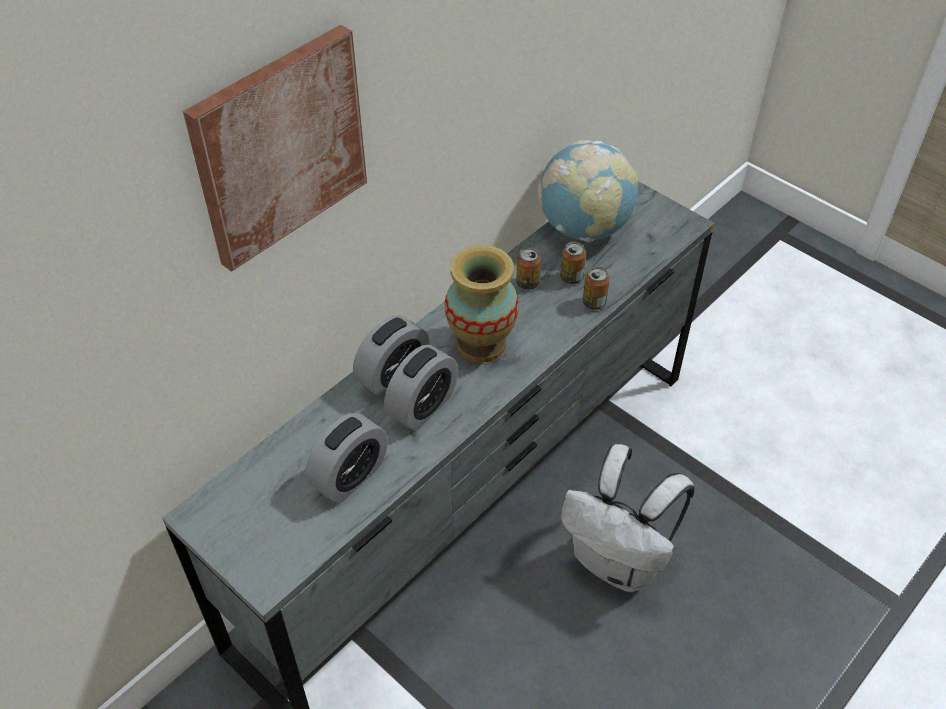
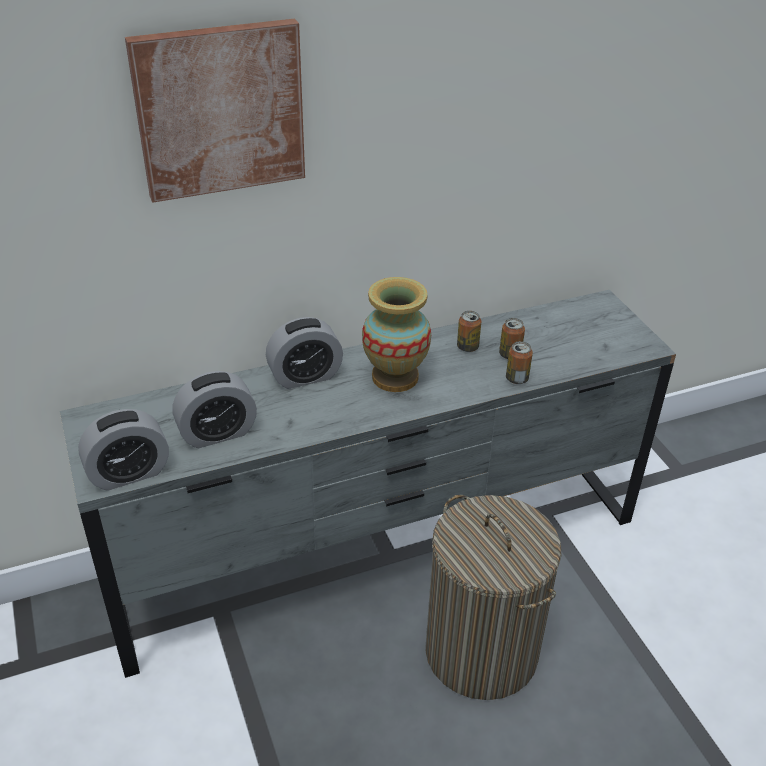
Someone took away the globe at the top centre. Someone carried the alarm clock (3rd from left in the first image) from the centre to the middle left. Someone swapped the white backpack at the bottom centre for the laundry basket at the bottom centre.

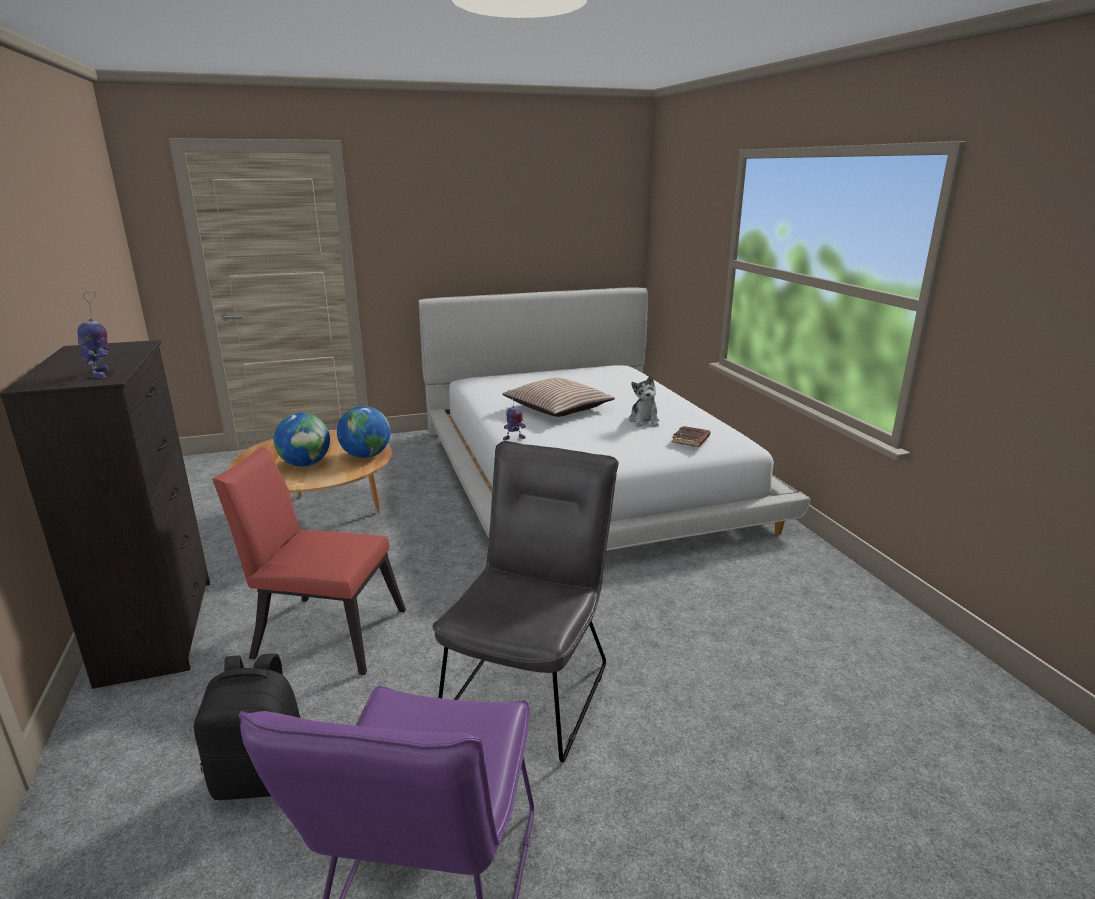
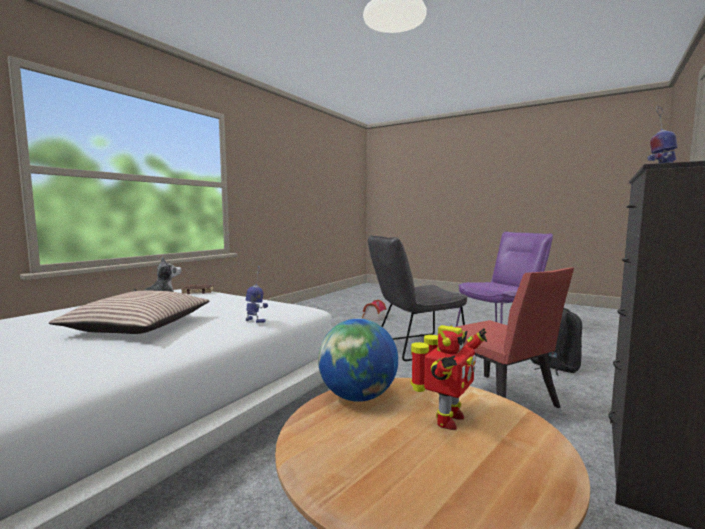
Someone swapped the globe (1st from left) at the middle left for the toy robot (2nd from left) at the bottom centre. Someone put down the toy house at the centre.

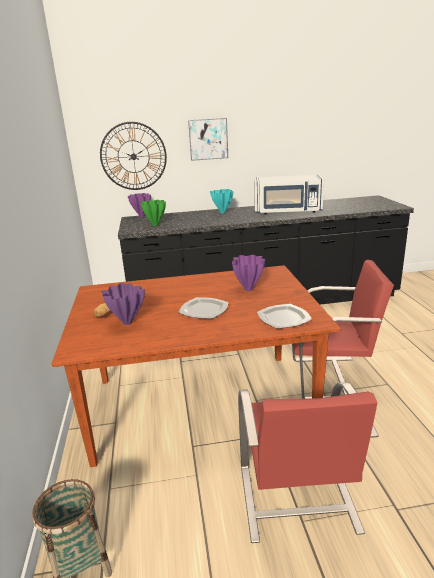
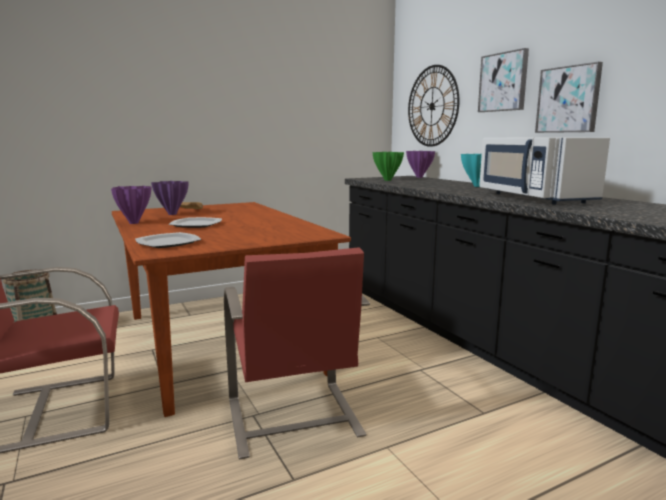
Someone carried the purple vase (3rd from left in the first image) from the centre to the middle left. Someone put up the picture (2nd from left) at the top right.

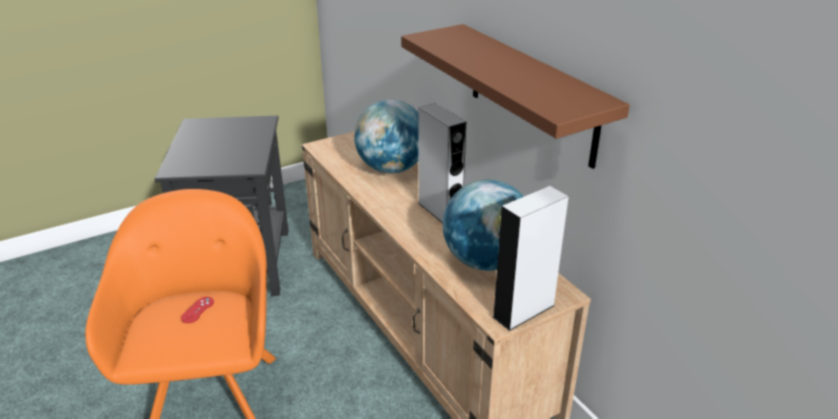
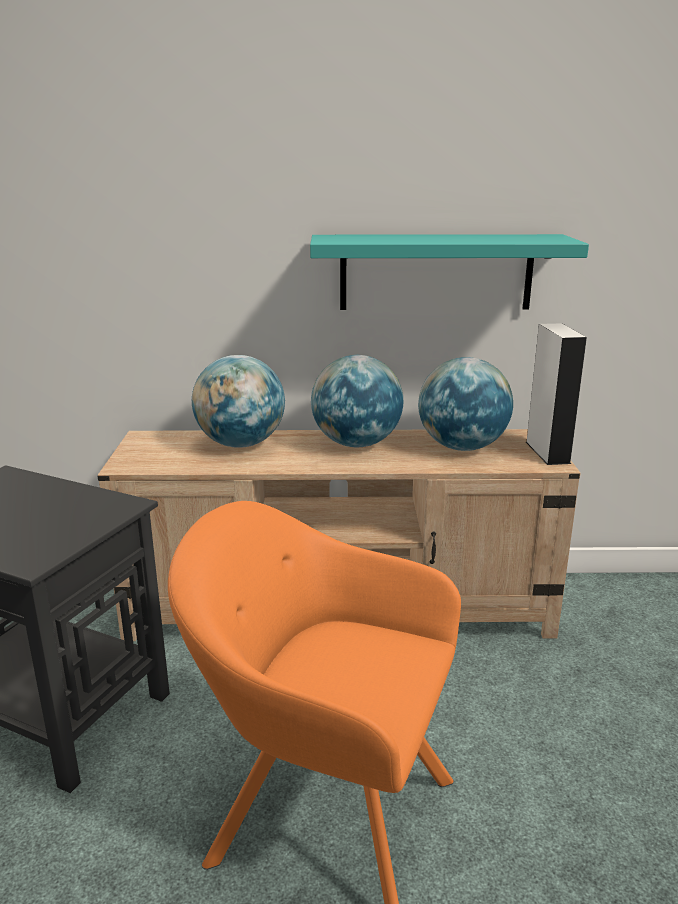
Someone repainted the brown shelf at the top centre, which became the turquoise shelf at the top centre. Someone swapped the grey speaker (1st from left) at the centre for the globe (2nd from left) at the centre. Someone took away the red game controller at the bottom left.

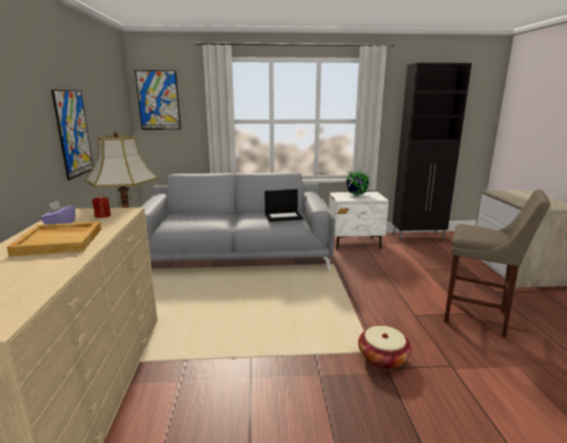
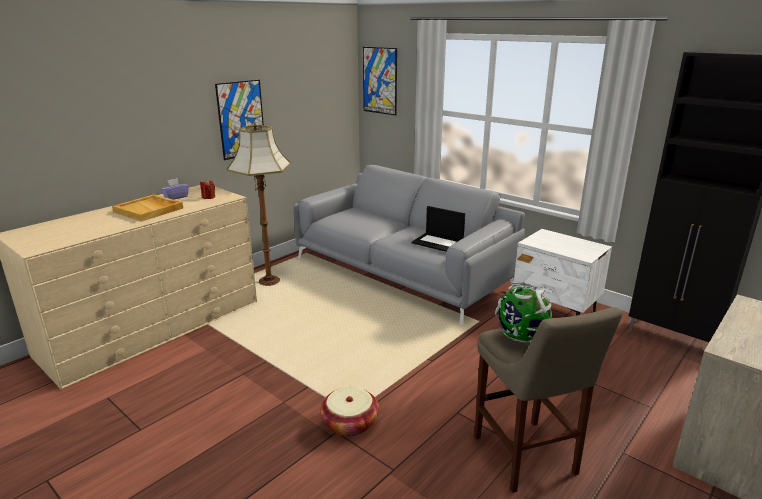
Someone carried the globe from the centre to the middle right.

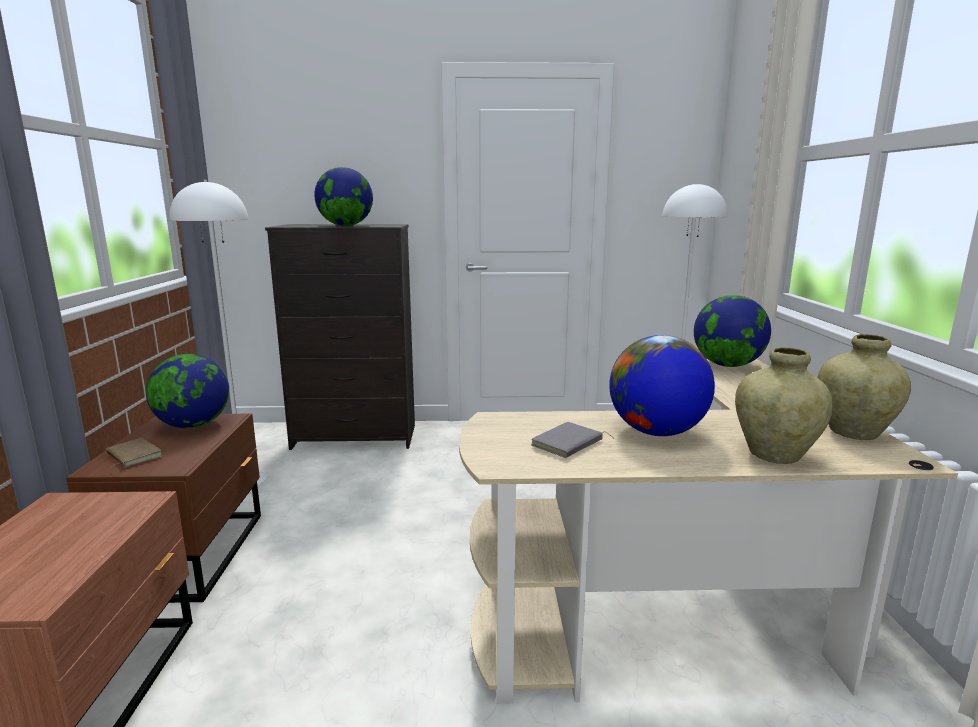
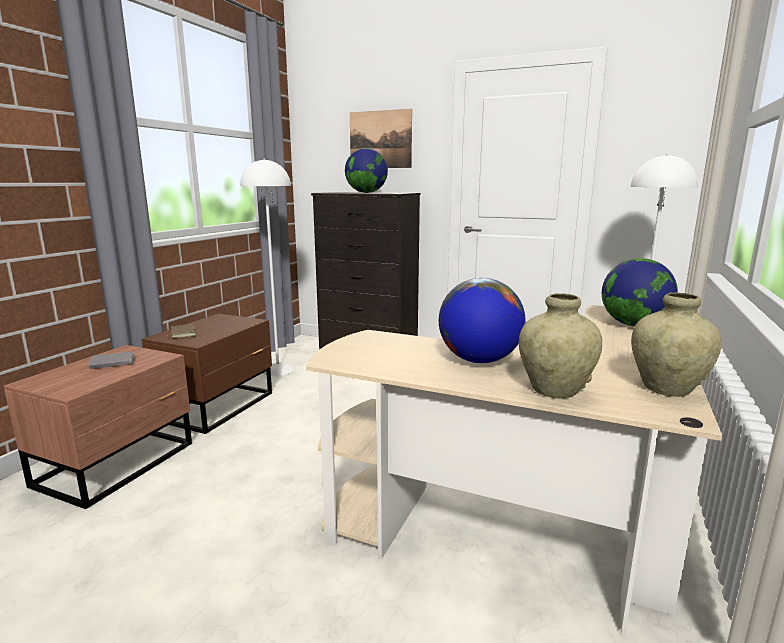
Someone took away the globe (1st from left) at the middle left. Someone carried the grey book from the centre to the middle left. Someone put up the picture at the top centre.

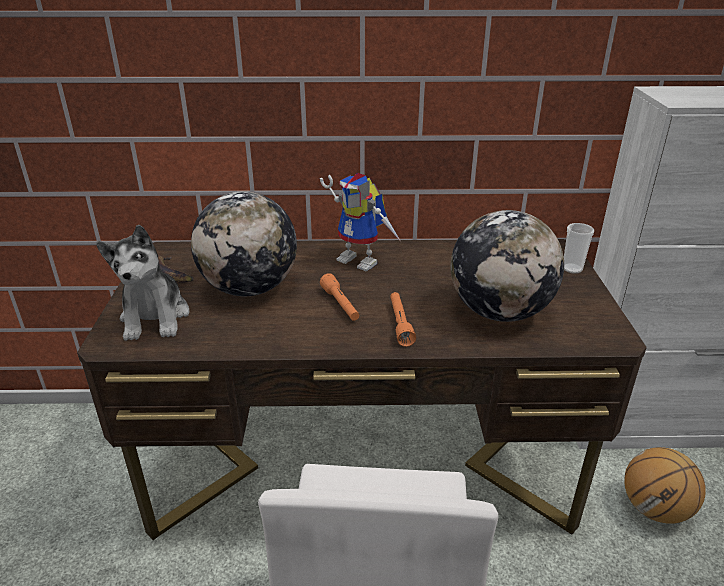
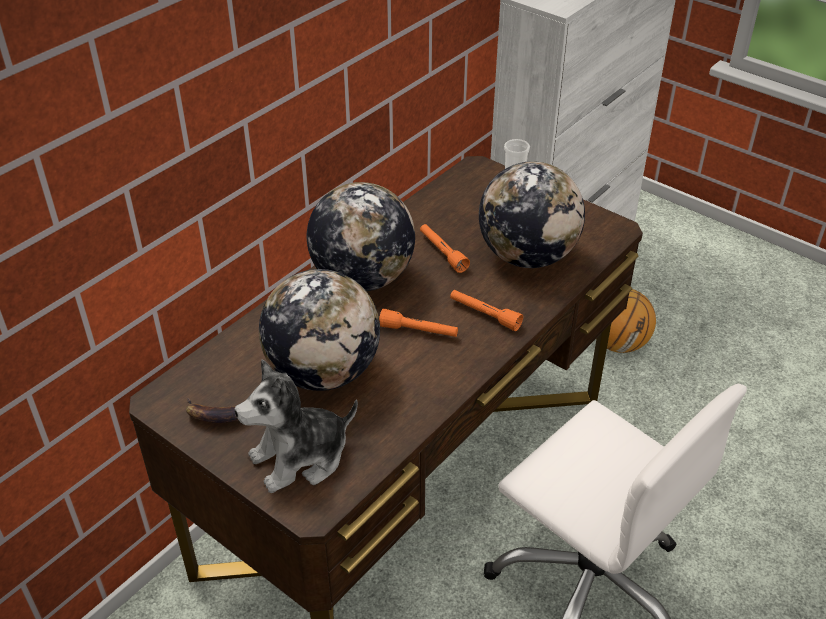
Someone swapped the toy robot at the centre for the globe (2nd from left) at the centre. Someone rotated the plush toy at the middle left by 120 degrees clockwise. Someone put down the orange flashlight (2nd from left) at the centre.

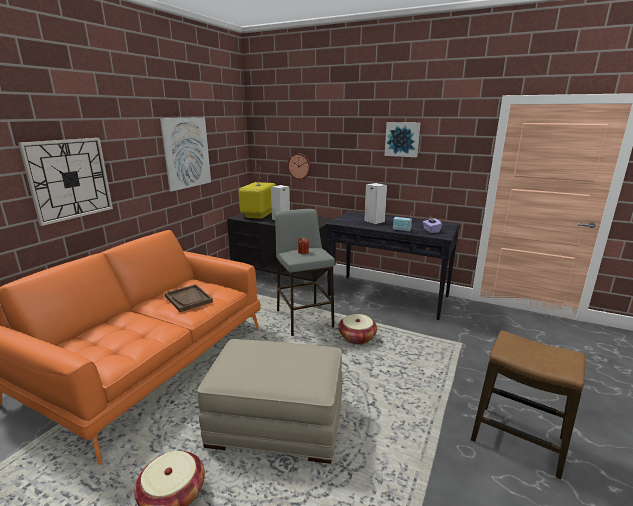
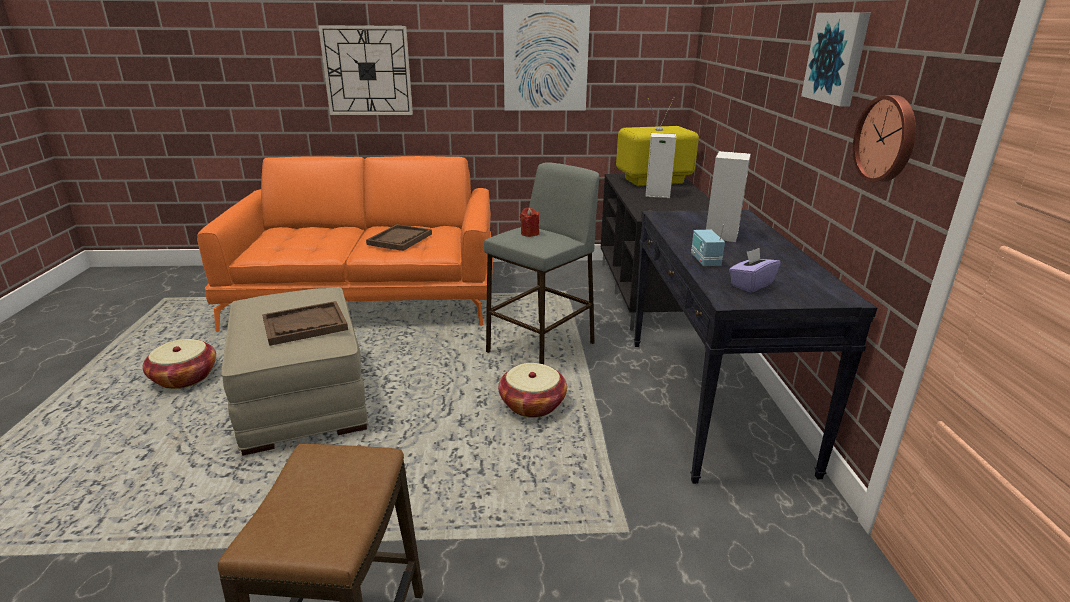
Someone carried the wall clock (2nd from left) from the top centre to the top right. Someone put down the brown tray (1st from left) at the middle left.

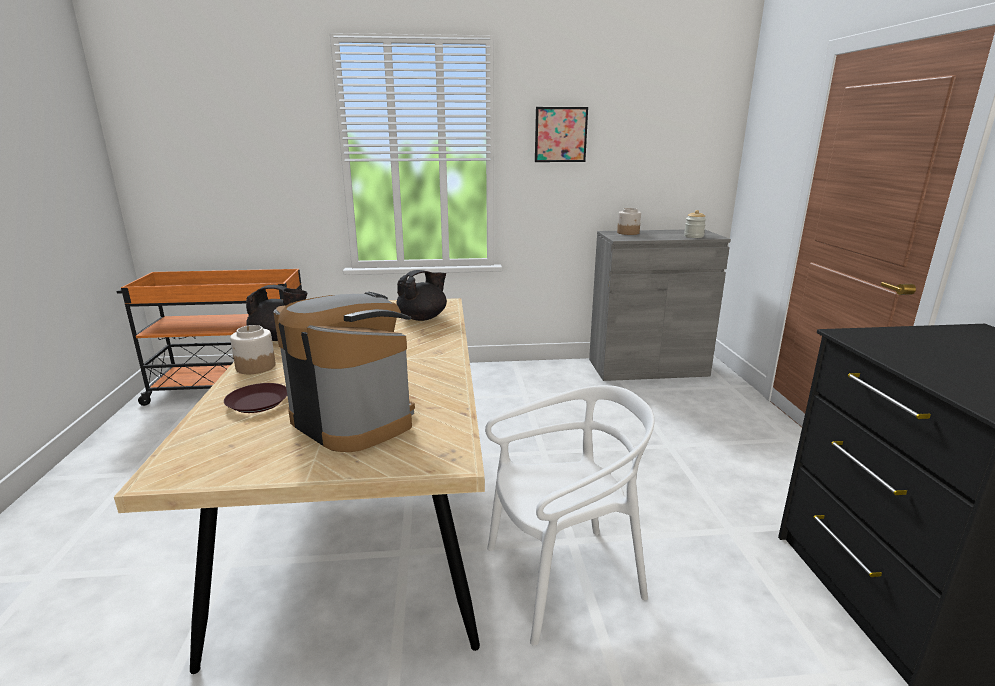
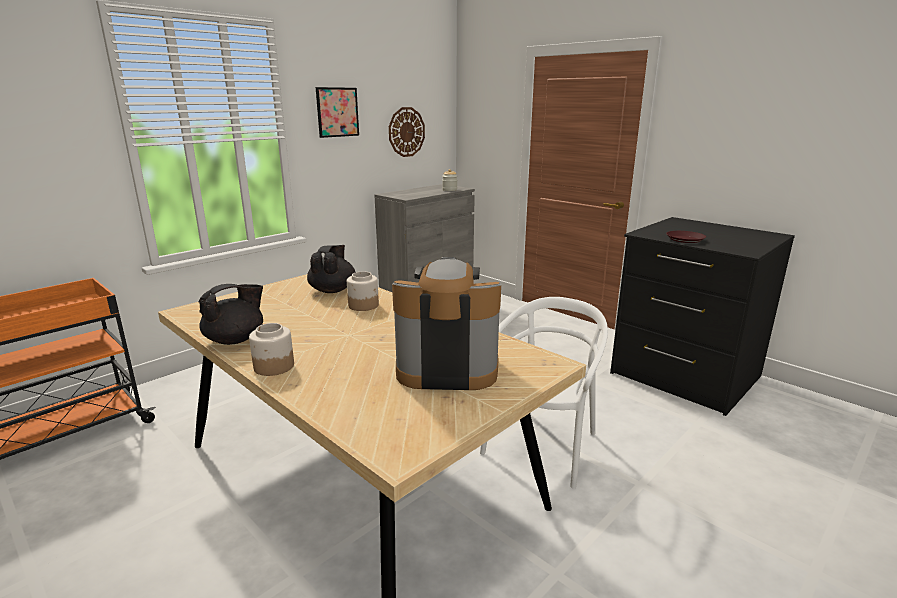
Someone carried the jar (2nd from left) from the top centre to the centre. Someone carried the brown plate from the middle left to the middle right. Someone put up the wall clock at the top centre.

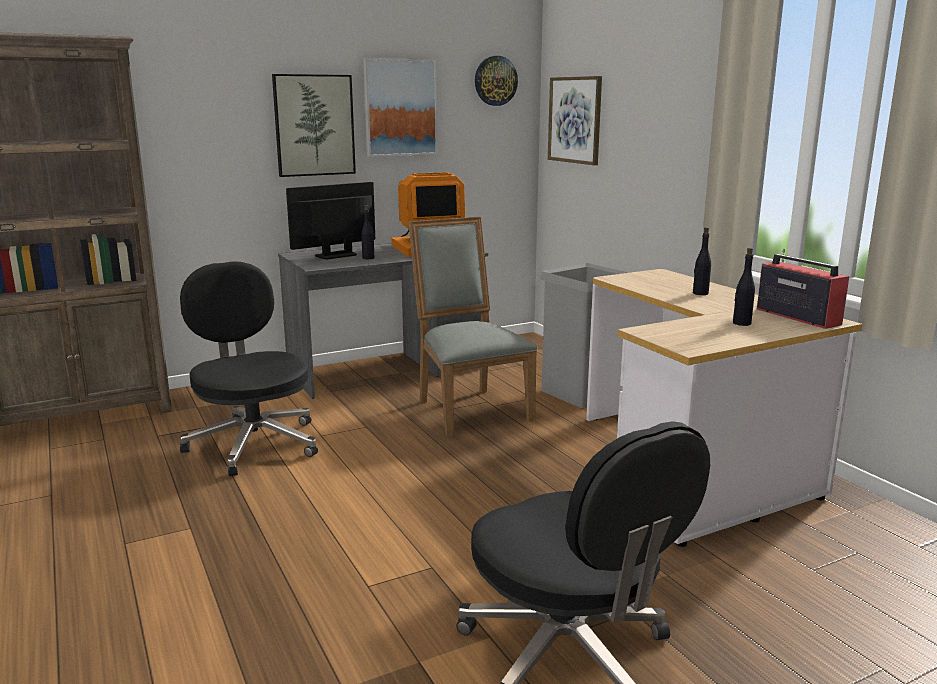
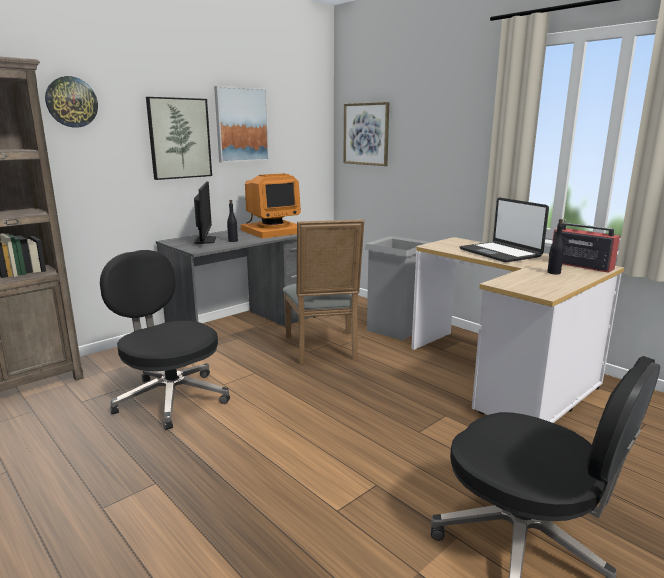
Someone carried the wall clock from the top centre to the top left. Someone rotated the monitor (1st from left) at the top centre by 135 degrees clockwise. Someone rotated the grey chair at the centre by 150 degrees counterclockwise. Someone swapped the black bottle (2nd from left) at the middle right for the laptop at the middle right.

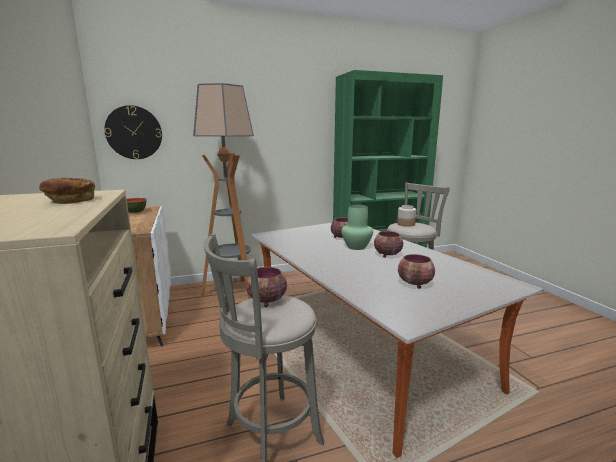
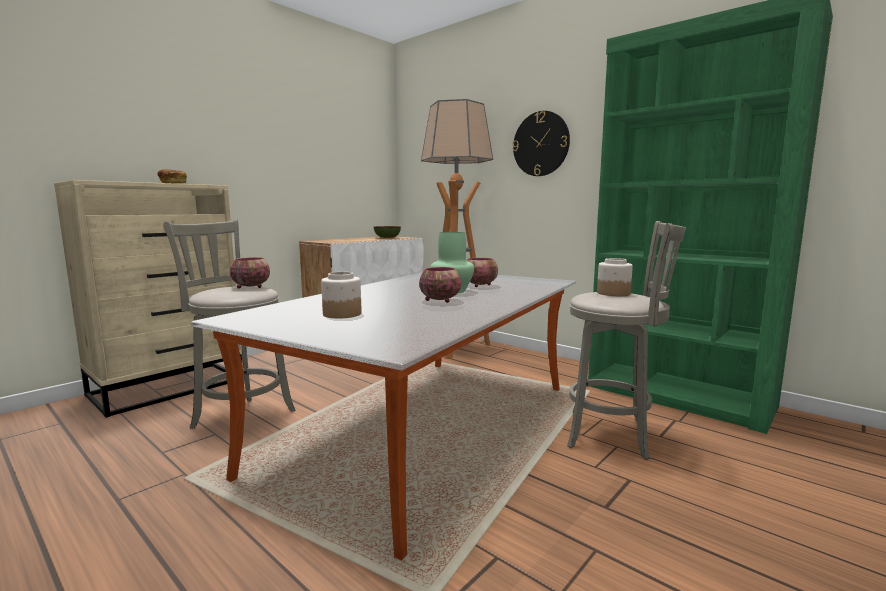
Someone carried the wall clock from the top left to the top centre. Someone swapped the bowl (5th from left) at the middle right for the jar (1st from left) at the centre.

